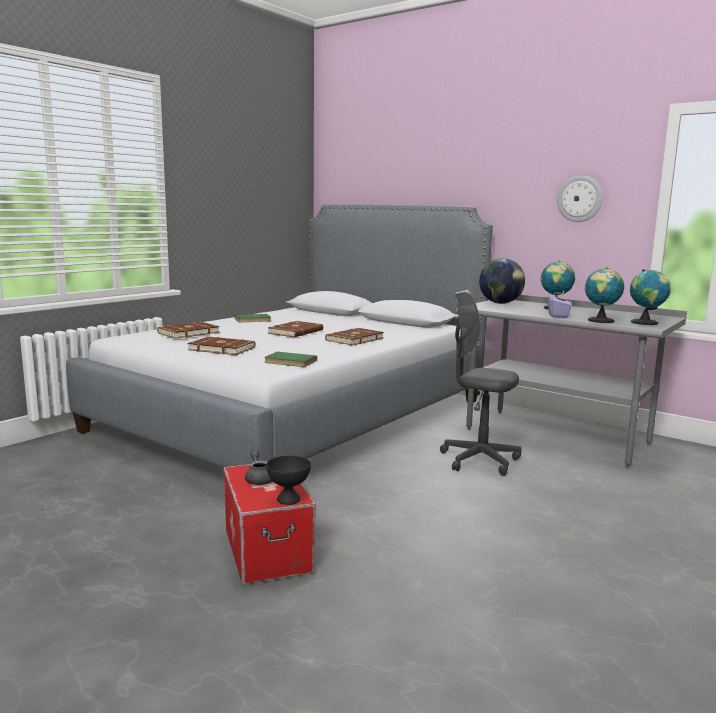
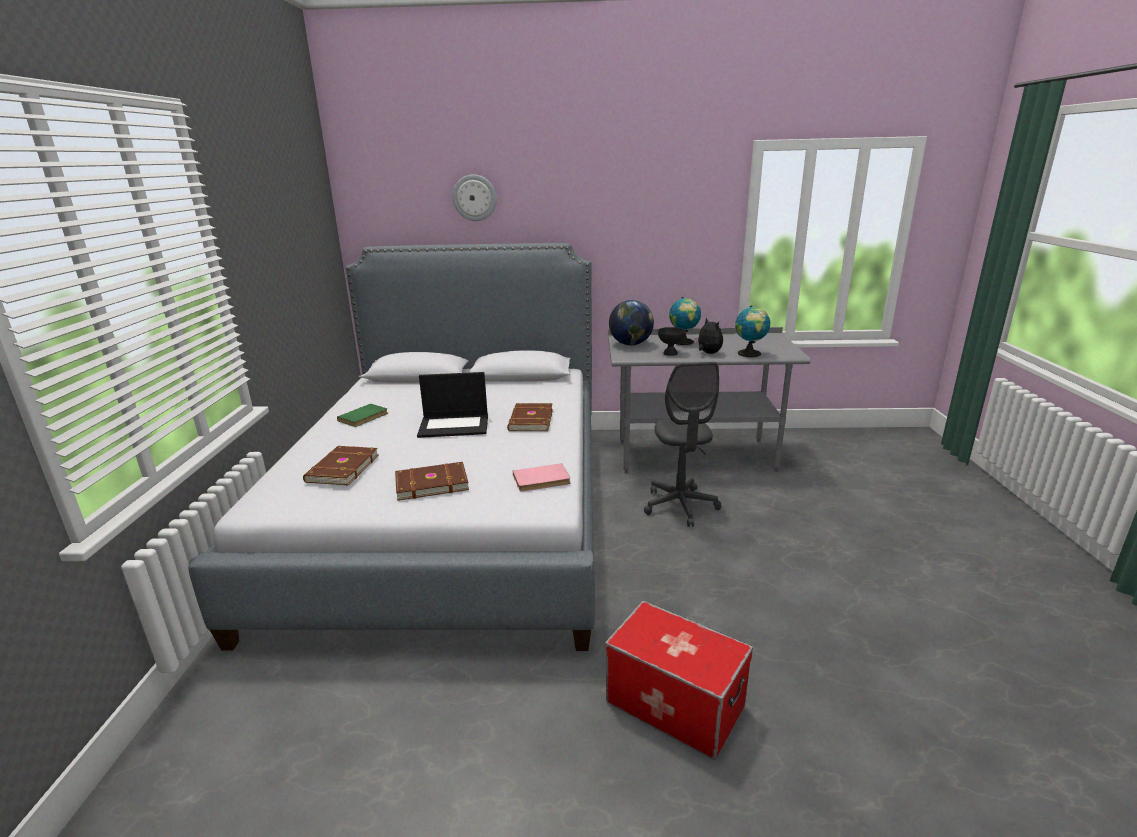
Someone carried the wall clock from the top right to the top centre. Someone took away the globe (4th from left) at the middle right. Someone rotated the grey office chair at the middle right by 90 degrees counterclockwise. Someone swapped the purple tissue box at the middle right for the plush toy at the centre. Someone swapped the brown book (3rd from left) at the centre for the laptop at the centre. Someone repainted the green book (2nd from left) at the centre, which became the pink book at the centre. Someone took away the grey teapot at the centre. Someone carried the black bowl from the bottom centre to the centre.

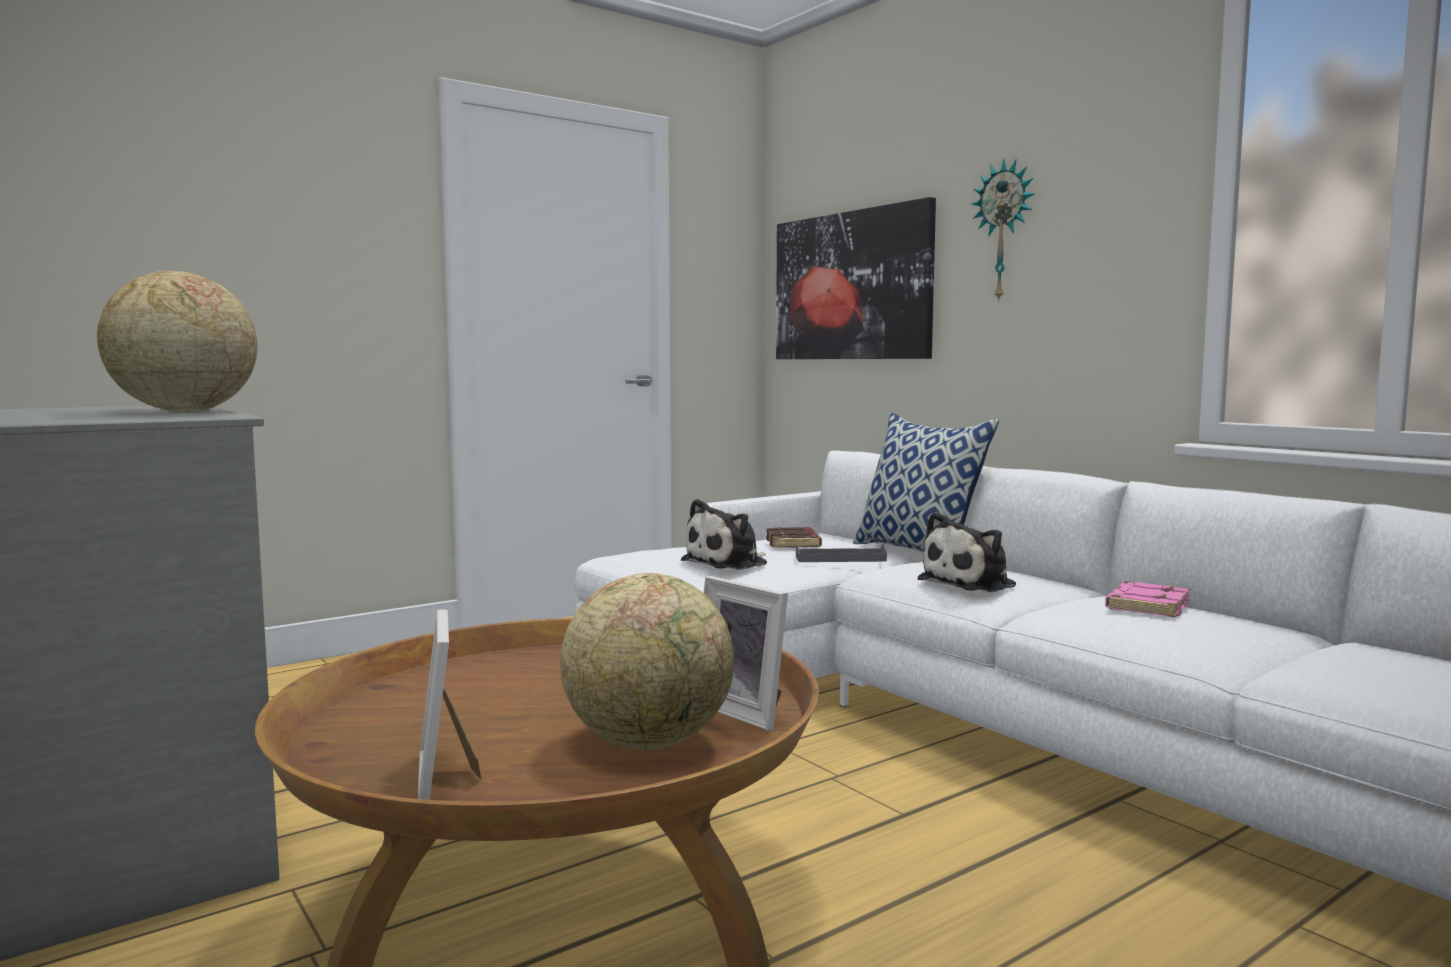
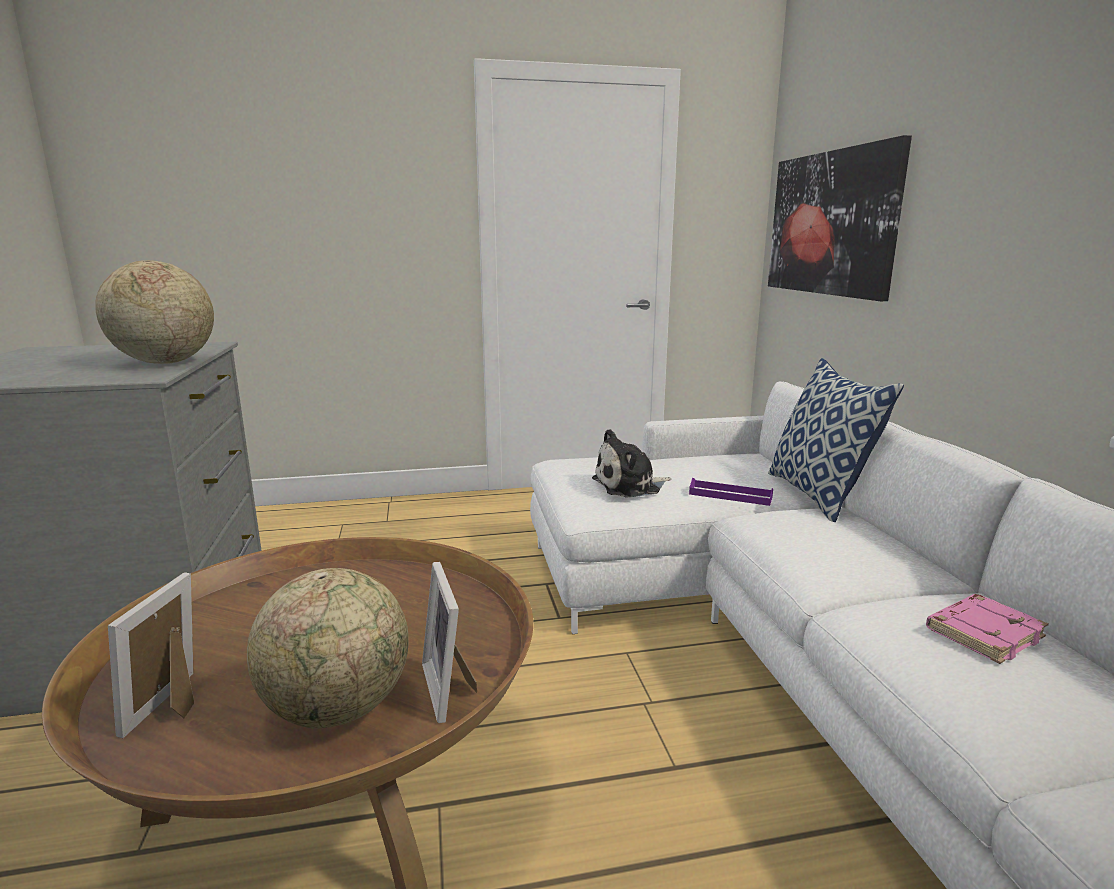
Someone took away the wall clock at the top right. Someone took away the plush toy (2nd from left) at the centre. Someone took away the brown book at the centre. Someone repainted the grey tray at the centre, which became the purple tray at the centre.

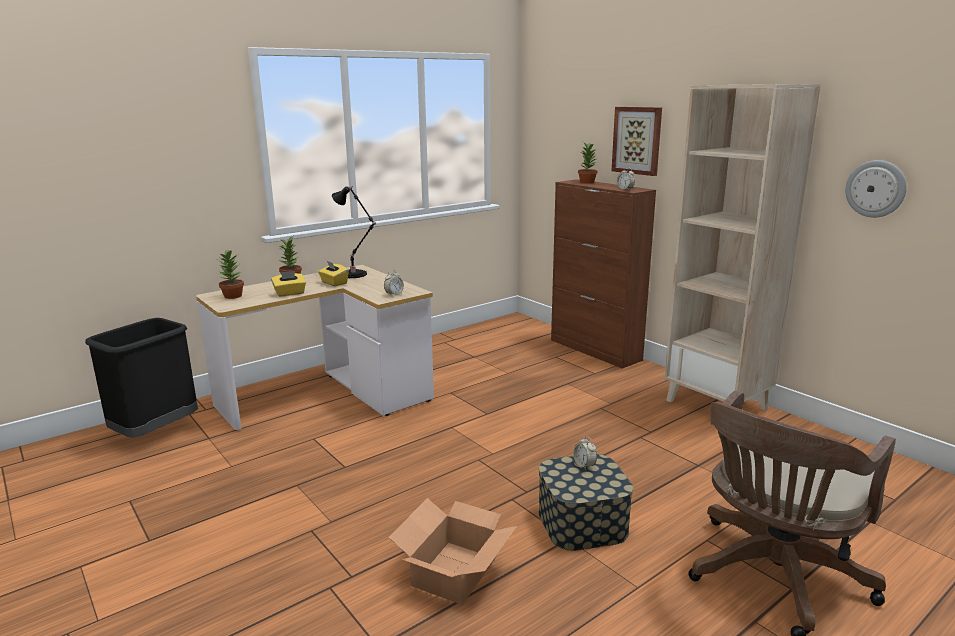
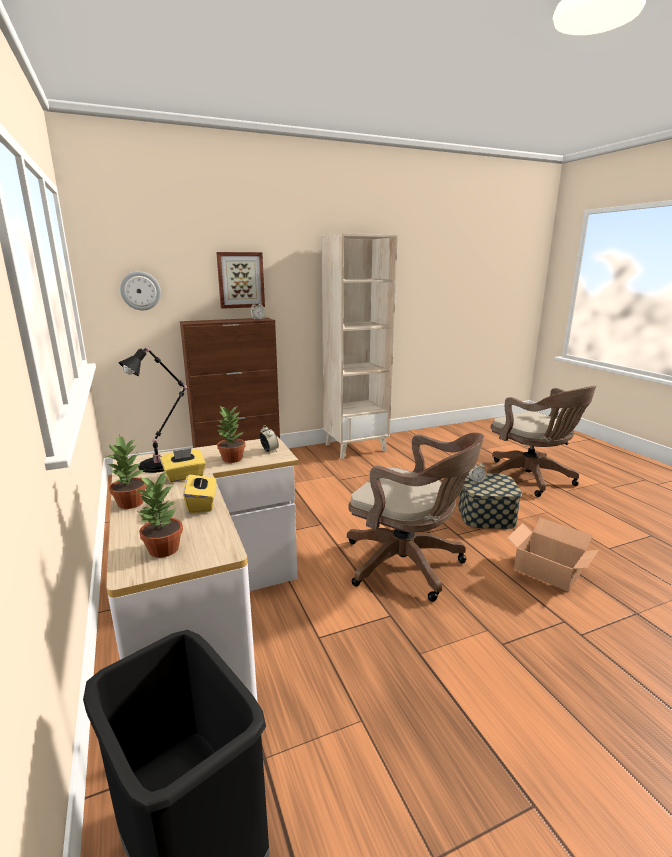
Someone carried the potted plant (3rd from left) from the top centre to the centre. Someone carried the wall clock from the top right to the middle left. Someone put down the brown office chair (1st from left) at the centre.

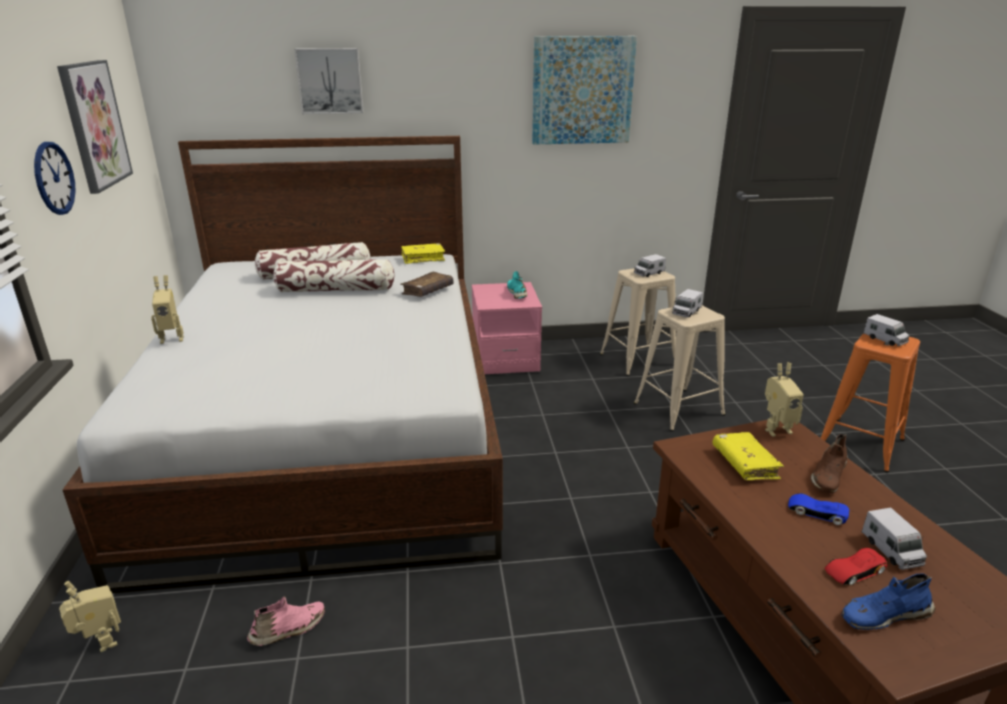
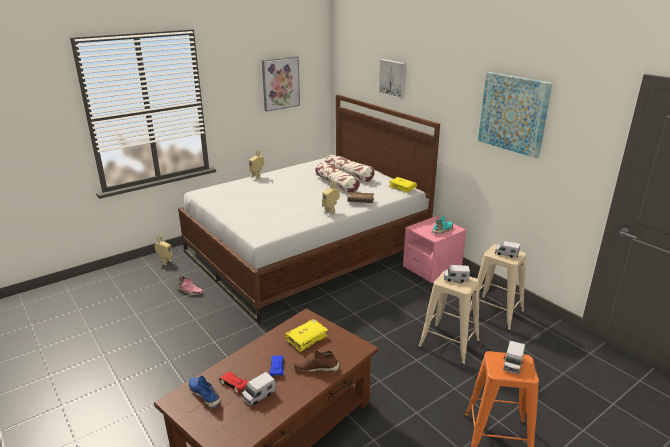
Someone took away the wall clock at the top left. Someone carried the toy robot (3rd from left) from the middle right to the centre.

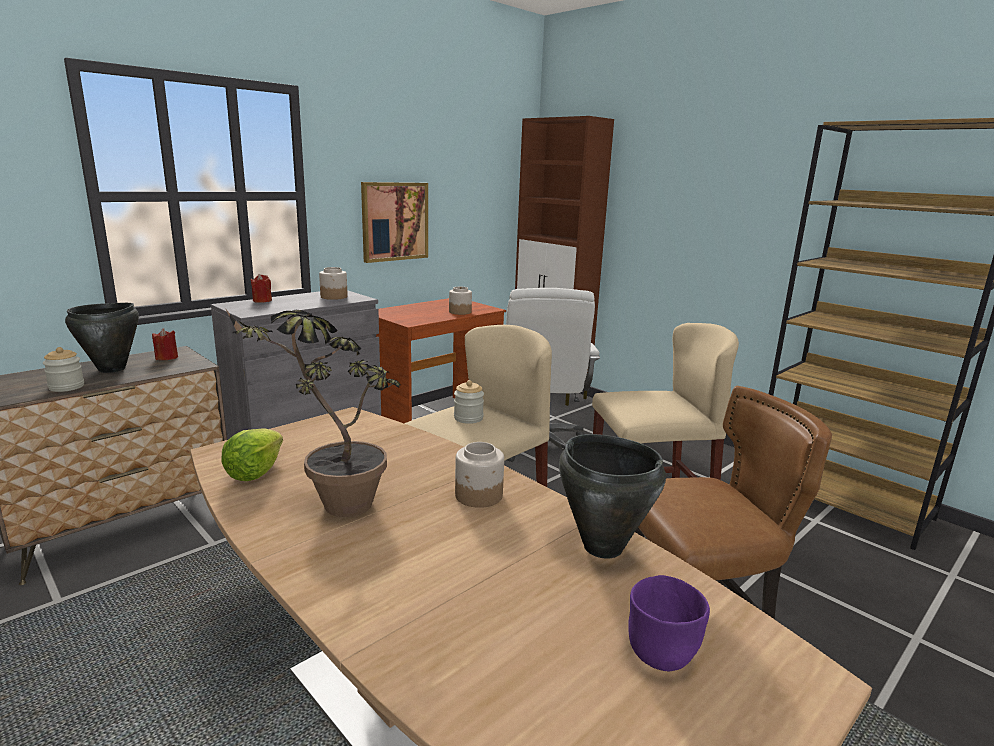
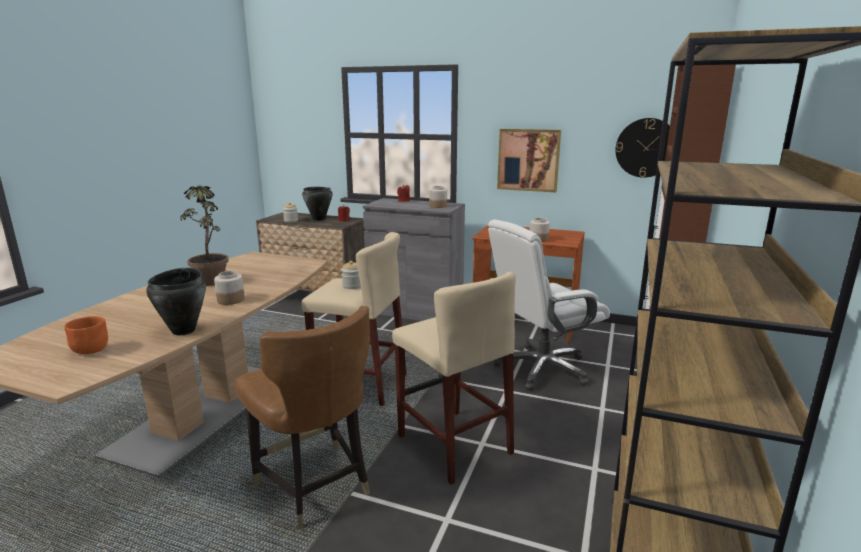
Someone took away the lettuce at the middle left. Someone repainted the purple bowl at the bottom right, which became the orange bowl at the middle left. Someone put up the wall clock at the top right.

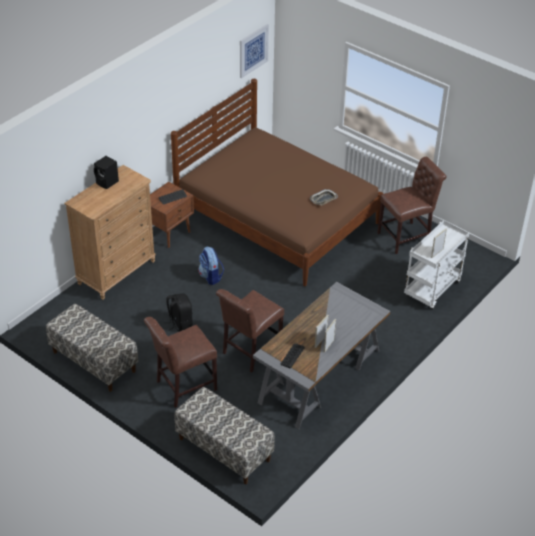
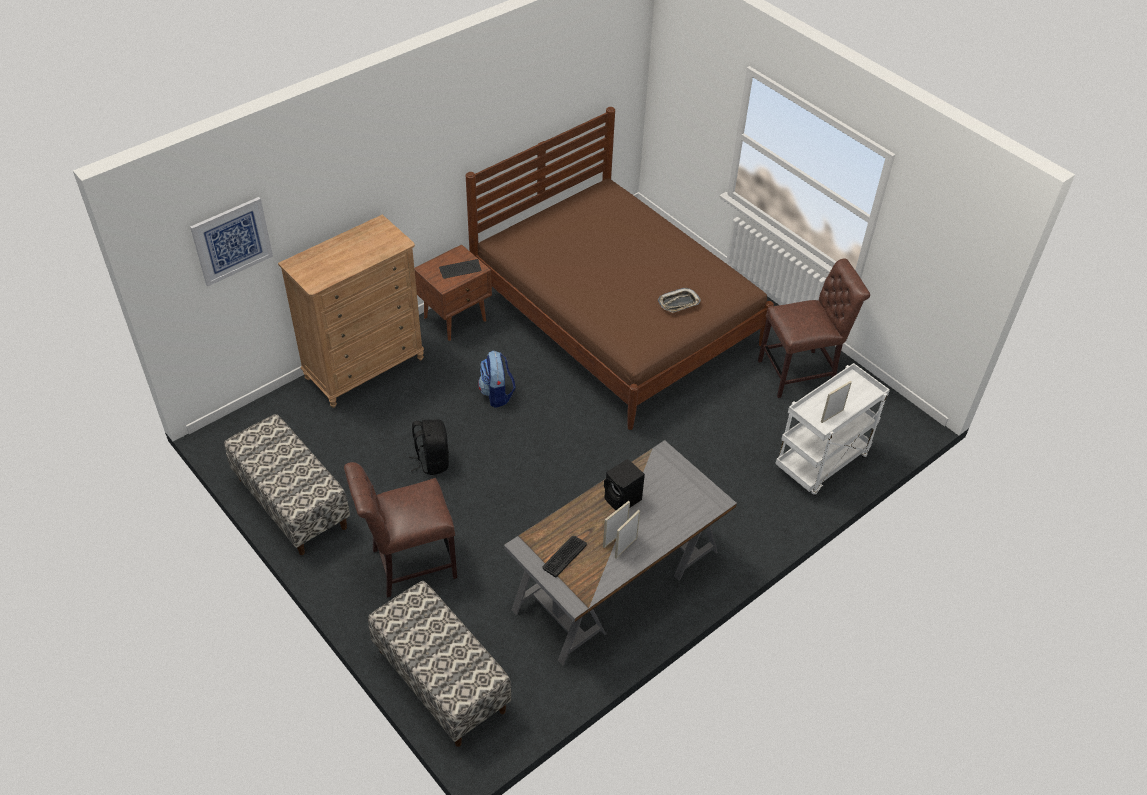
Someone carried the picture from the top centre to the top left. Someone carried the black speaker from the top left to the centre. Someone took away the brown chair (2nd from left) at the centre.

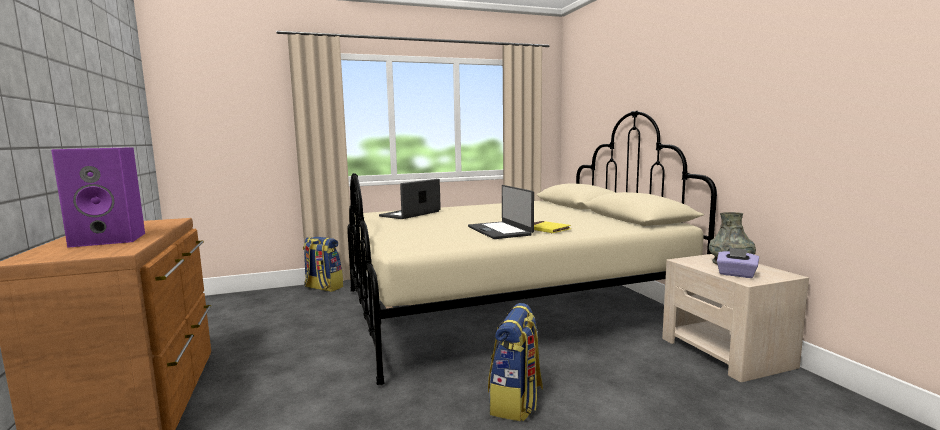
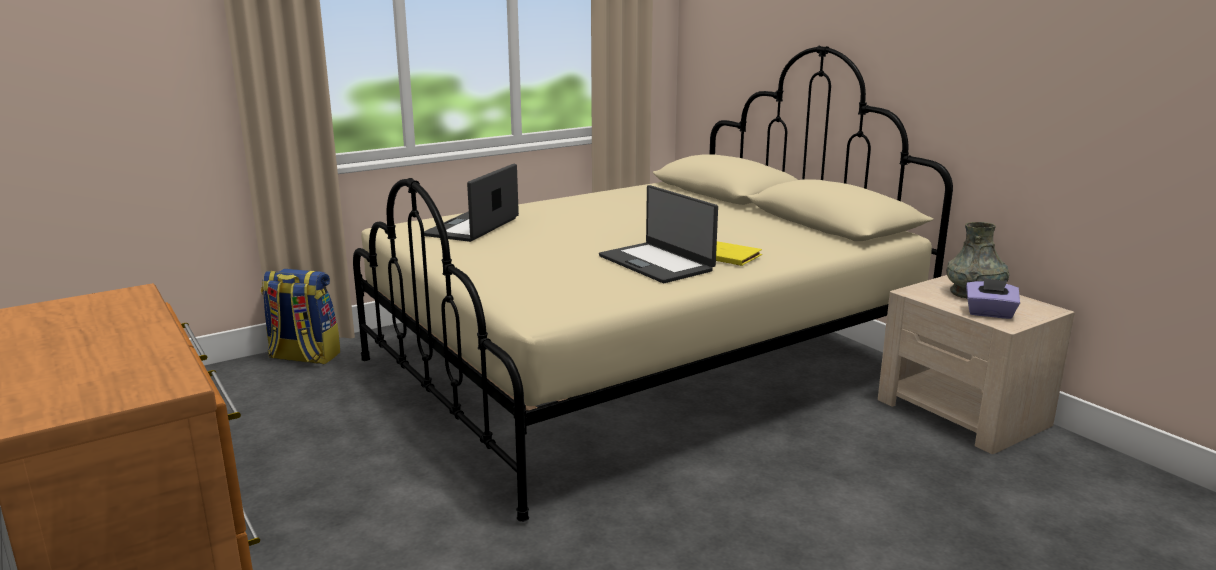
Someone took away the purple speaker at the middle left. Someone took away the backpack (2nd from left) at the bottom centre.

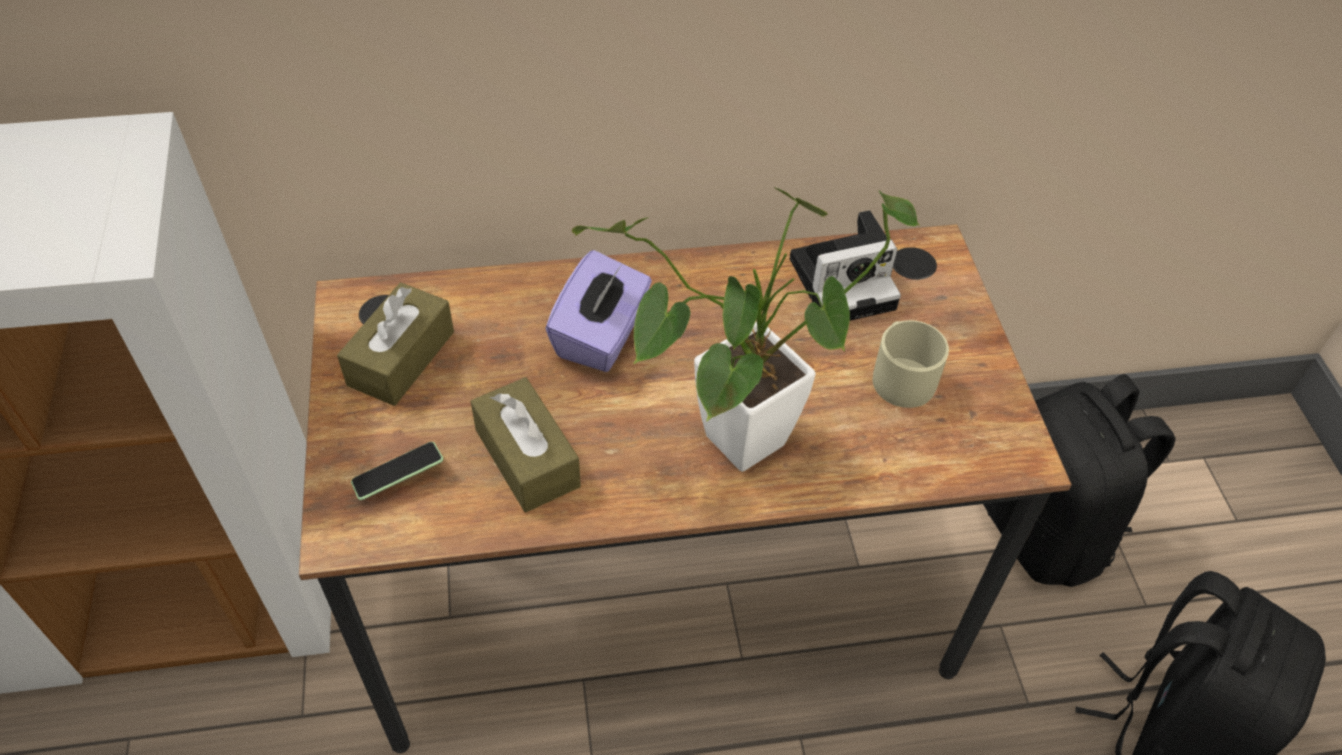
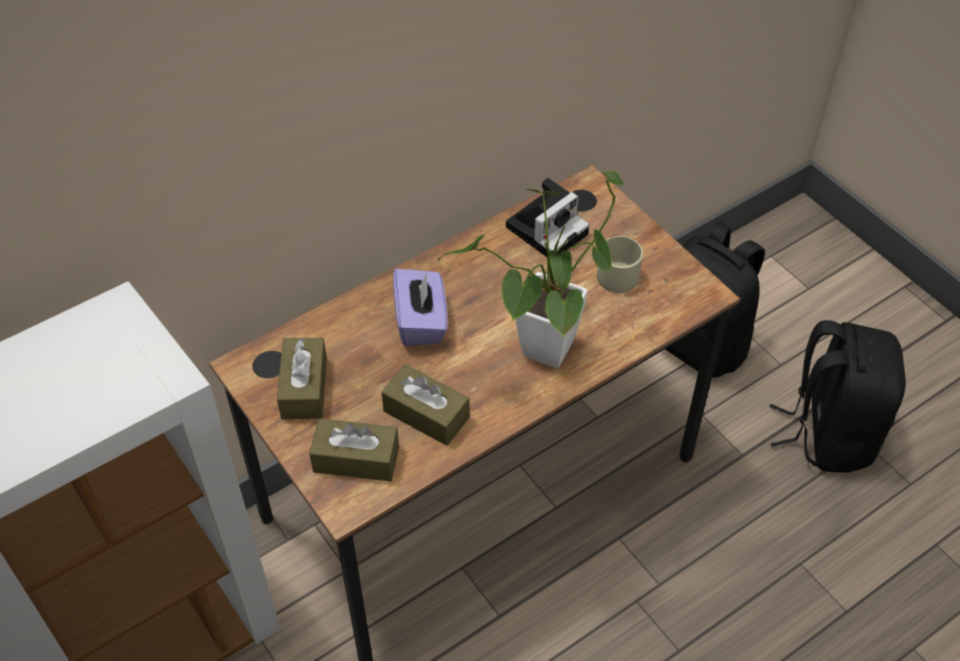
Someone swapped the phone at the middle left for the brown tissue box (2nd from left) at the bottom centre.

